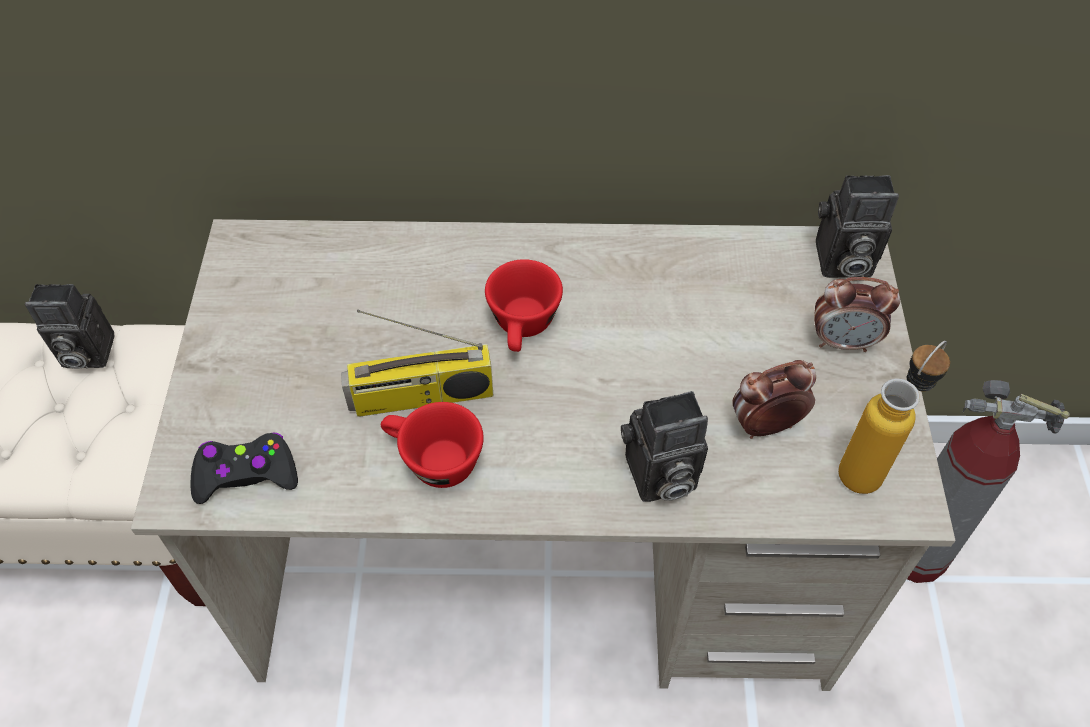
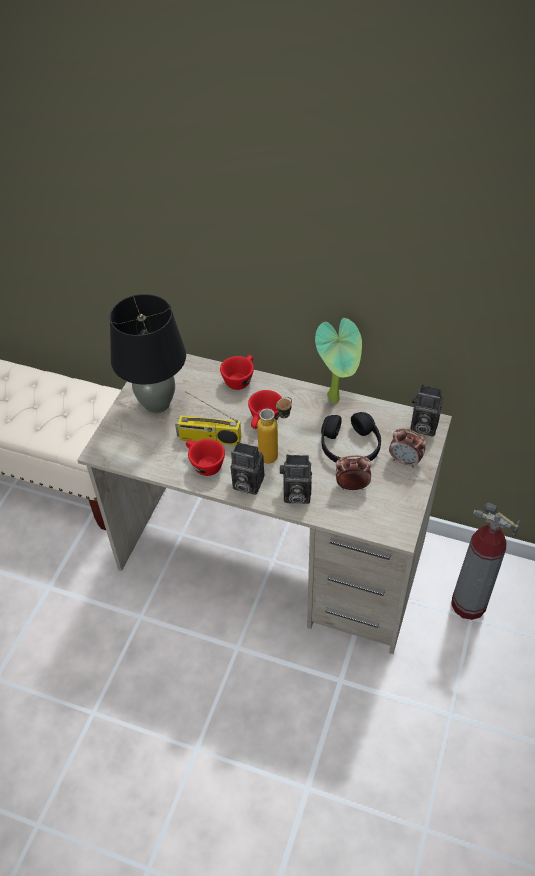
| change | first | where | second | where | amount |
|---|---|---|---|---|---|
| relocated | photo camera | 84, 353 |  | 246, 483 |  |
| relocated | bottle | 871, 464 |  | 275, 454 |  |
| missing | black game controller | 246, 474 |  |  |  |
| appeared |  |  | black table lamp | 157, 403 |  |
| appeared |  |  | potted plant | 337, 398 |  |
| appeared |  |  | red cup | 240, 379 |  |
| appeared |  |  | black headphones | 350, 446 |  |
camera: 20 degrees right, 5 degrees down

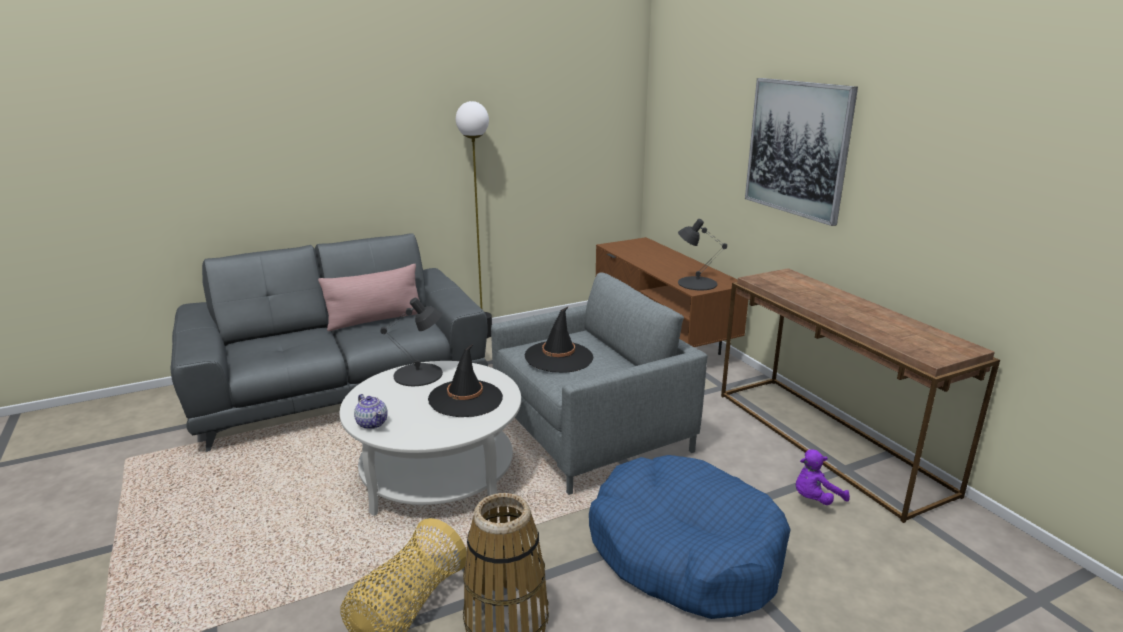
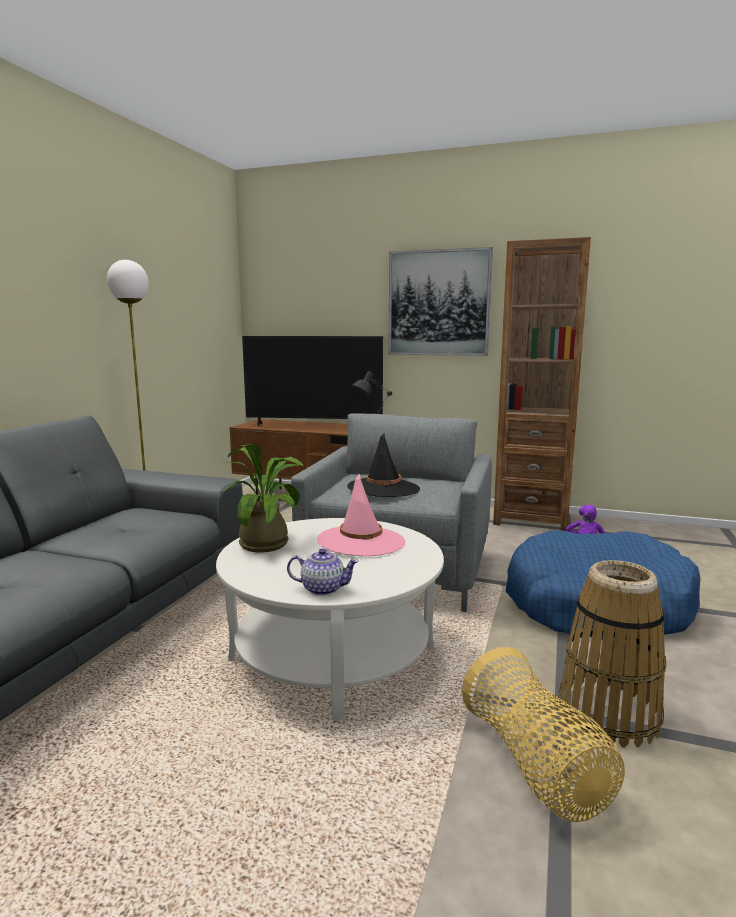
| change | first | where | second | where | amount |
|---|---|---|---|---|---|
| missing | pink pillow | 376, 320 |  |  |  |
| exchanged | brown console table | 830, 441 | brown bookcase | 531, 519 |  |
| exchanged | black table lamp | 419, 375 | potted plant | 268, 543 |  |
| colour | black hat | 465, 399 | pink hat | 361, 541 |  |
| appeared |  |  | television | 314, 425 |  |
camera: 45 degrees left, 10 degrees down

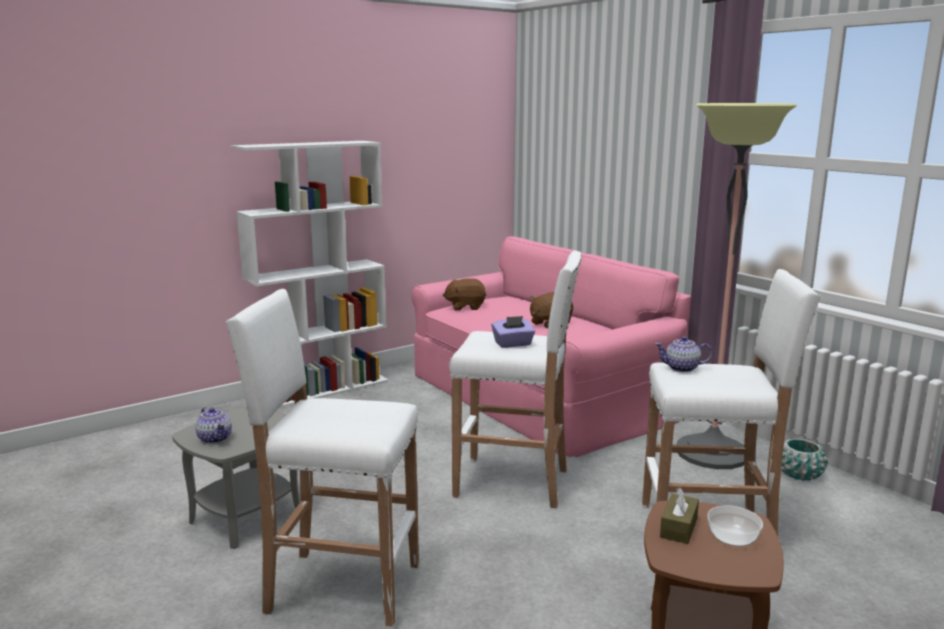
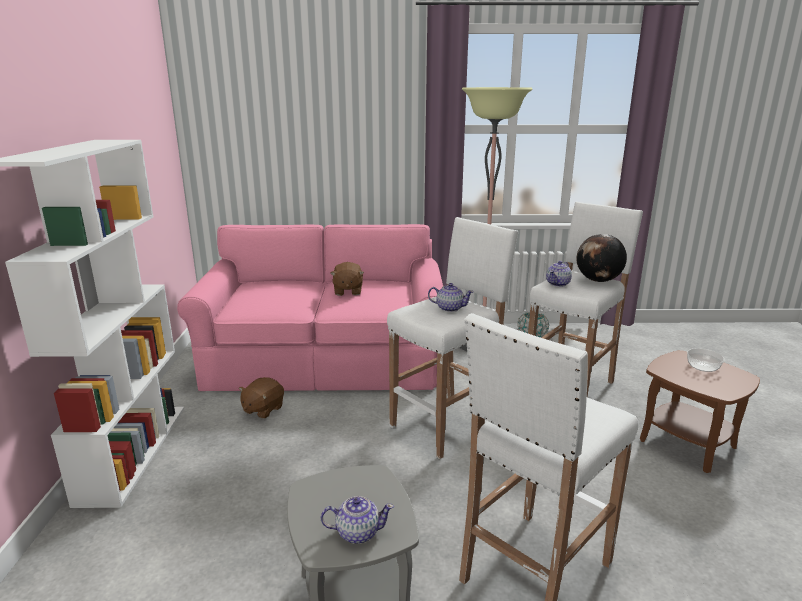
| change | first | where | second | where | amount |
|---|---|---|---|---|---|
| relocated | brown plush toy | 465, 307 |  | 262, 409 |  |
| exchanged | purple tissue box | 513, 344 | teapot | 449, 308 |  |
| missing | brown tissue box | 678, 528 |  |  |  |
| appeared |  |  | globe | 598, 280 |  |
camera: 55 degrees left, 5 degrees up

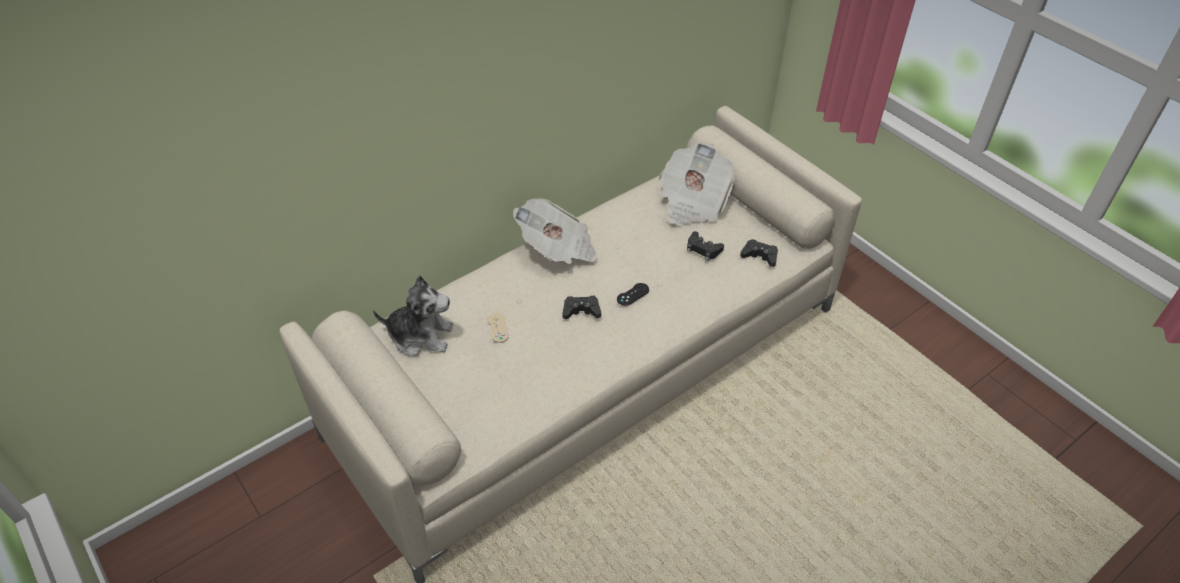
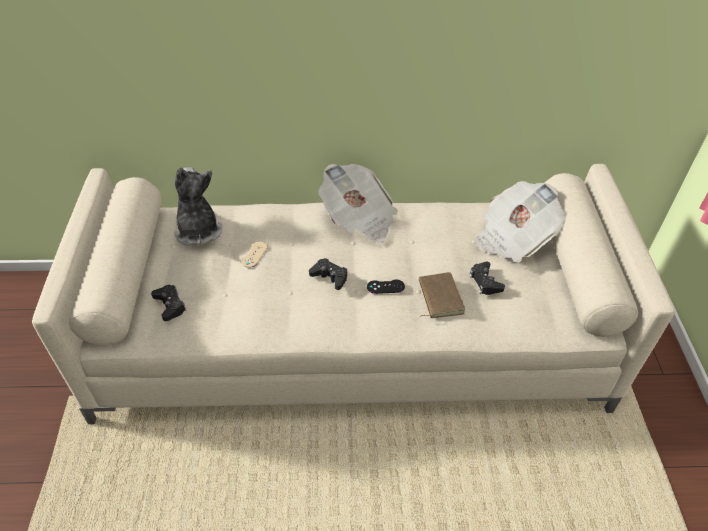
| change | first | where | second | where | amount |
|---|---|---|---|---|---|
| relocated | black game controller | 759, 256 |  | 170, 305 |  |
| spun | plush toy | 420, 335 |  | 198, 230 | 150 degrees counterclockwise |
| appeared |  |  | brown book | 438, 297 |  |
camera: 35 degrees right, 0 degrees up

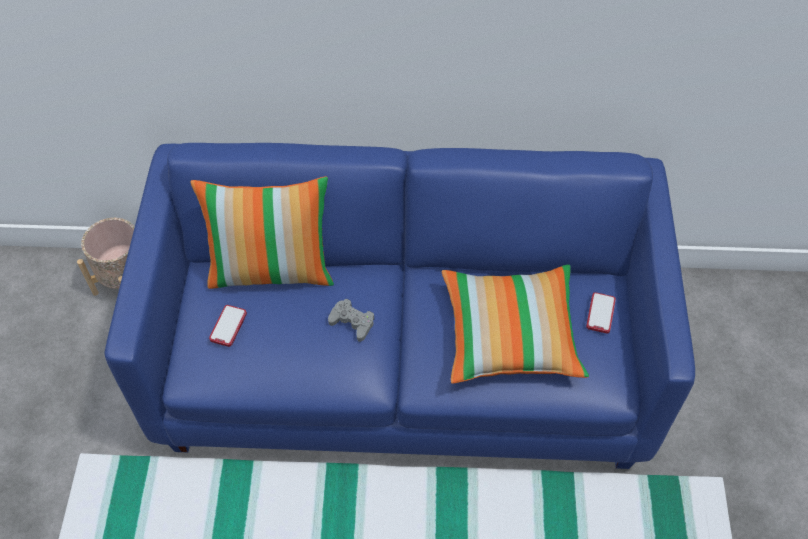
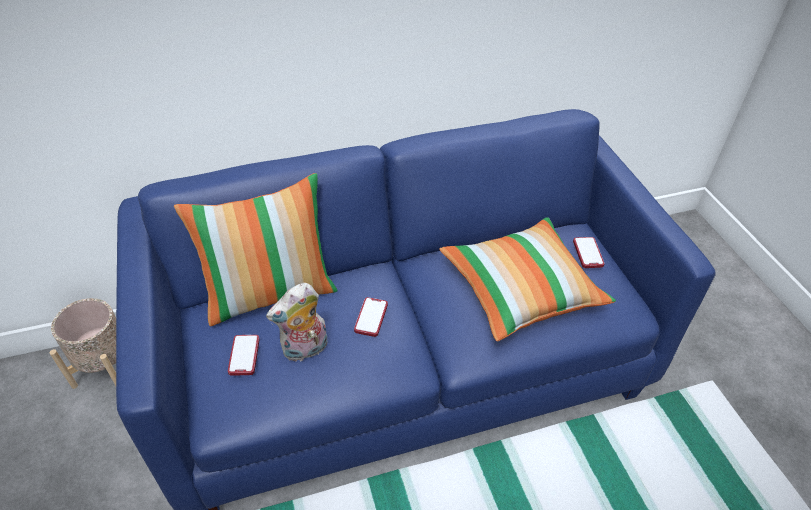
| change | first | where | second | where | amount |
|---|---|---|---|---|---|
| exchanged | grey game controller | 352, 322 | phone | 371, 317 |  |
| appeared |  |  | plush toy | 305, 350 |  |
camera: 20 degrees left, 10 degrees down

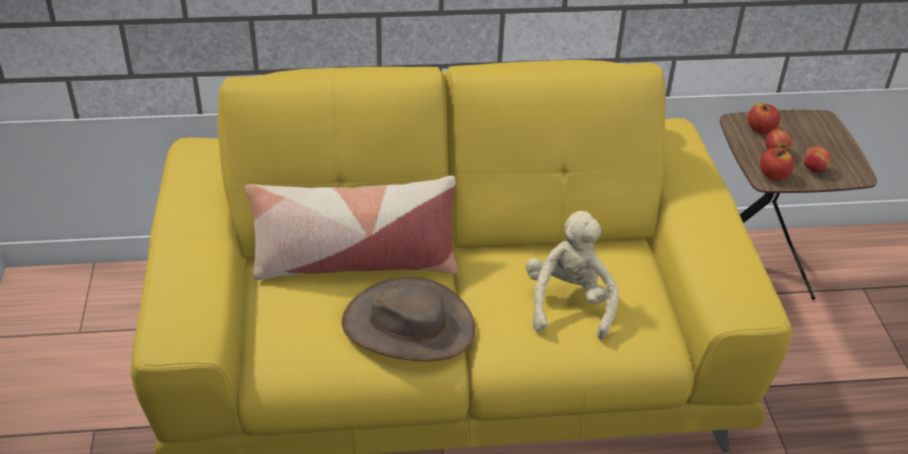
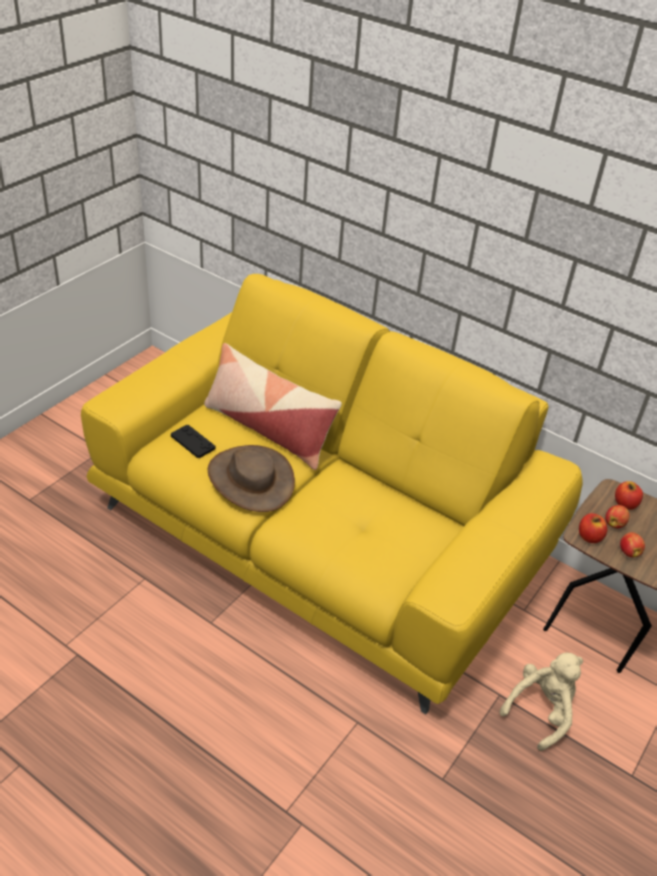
| change | first | where | second | where | amount |
|---|---|---|---|---|---|
| relocated | beige plush toy | 568, 303 |  | 541, 711 |  |
| appeared |  |  | black game controller | 193, 442 |  |
camera: 40 degrees right, 0 degrees up

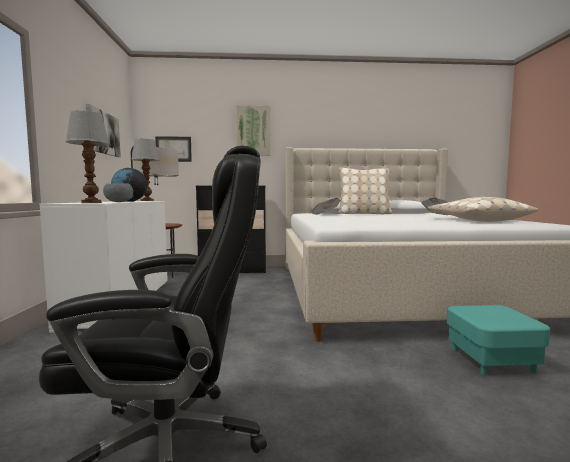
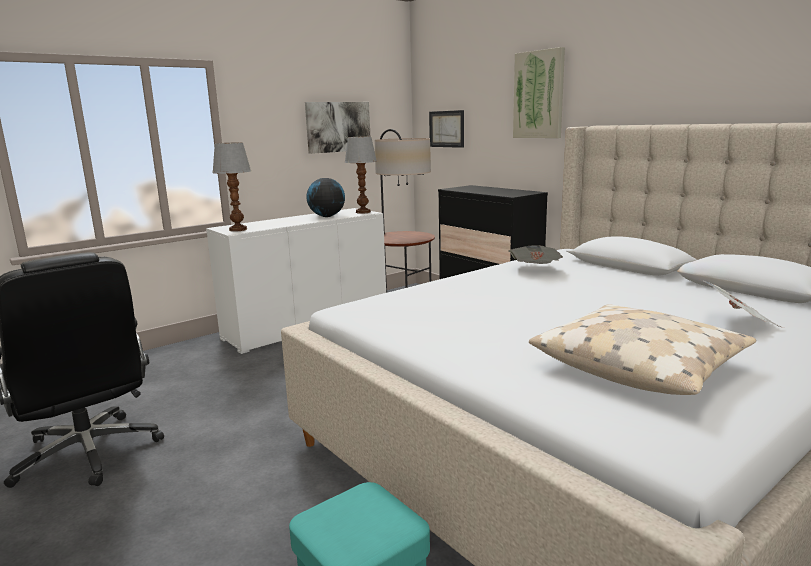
| change | first | where | second | where | amount |
|---|---|---|---|---|---|
| missing | beige pillow | 364, 213 |  |  |  |
| missing | grey bowl | 118, 202 |  |  |  |
camera: 55 degrees right, 10 degrees up

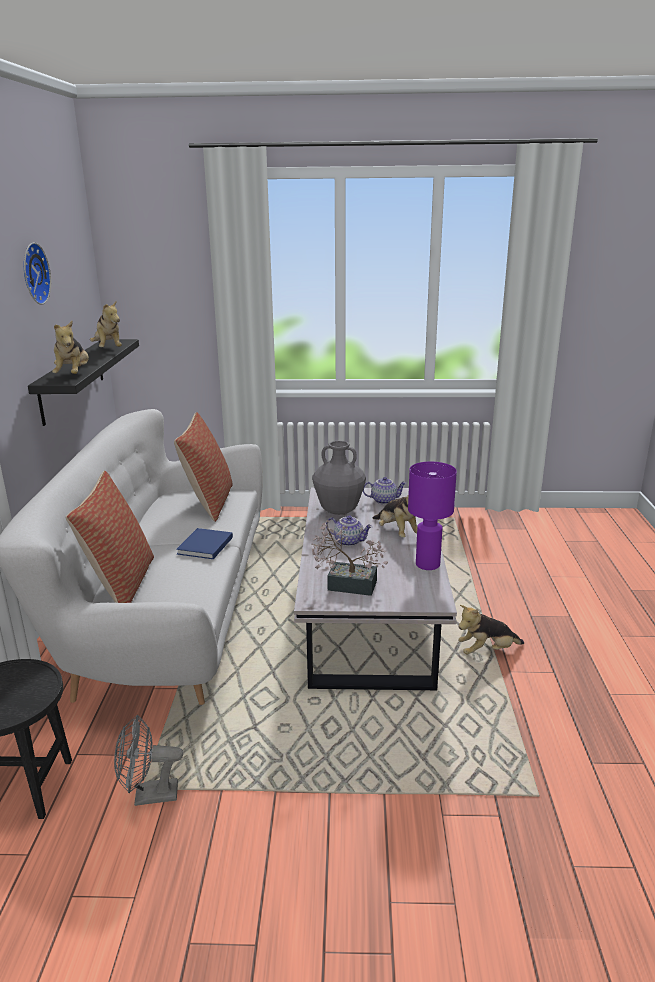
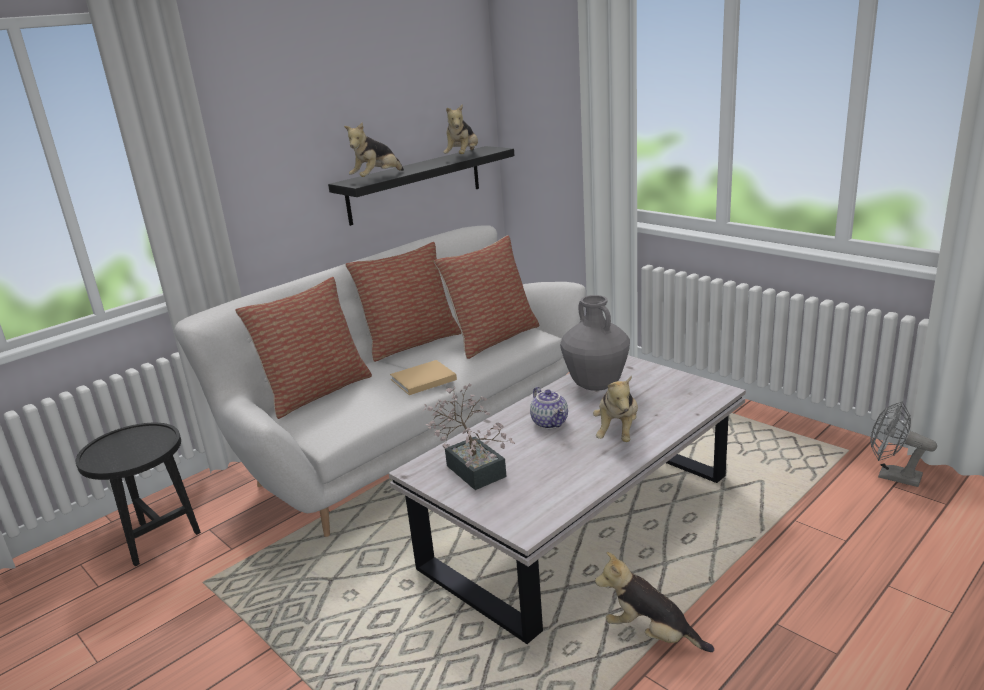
| change | first | where | second | where | amount |
|---|---|---|---|---|---|
| missing | wall clock | 32, 273 |  |  |  |
| missing | purple table lamp | 427, 564 |  |  |  |
| missing | teapot | 384, 500 |  |  |  |
| colour | blue book | 204, 546 | beige book | 421, 380 |  |
| relocated | grey fan | 149, 796 |  | 892, 476 |  |
| appeared |  |  | pillow | 411, 343 |  |
camera: 45 degrees right, 0 degrees up

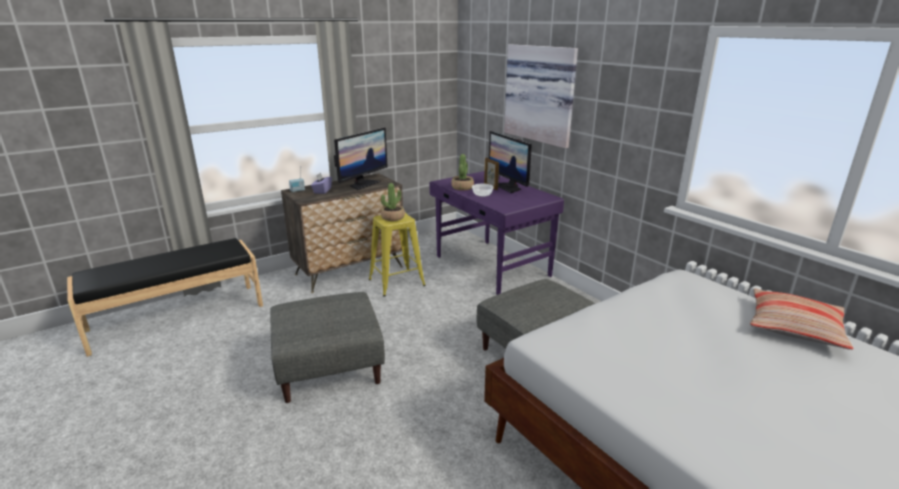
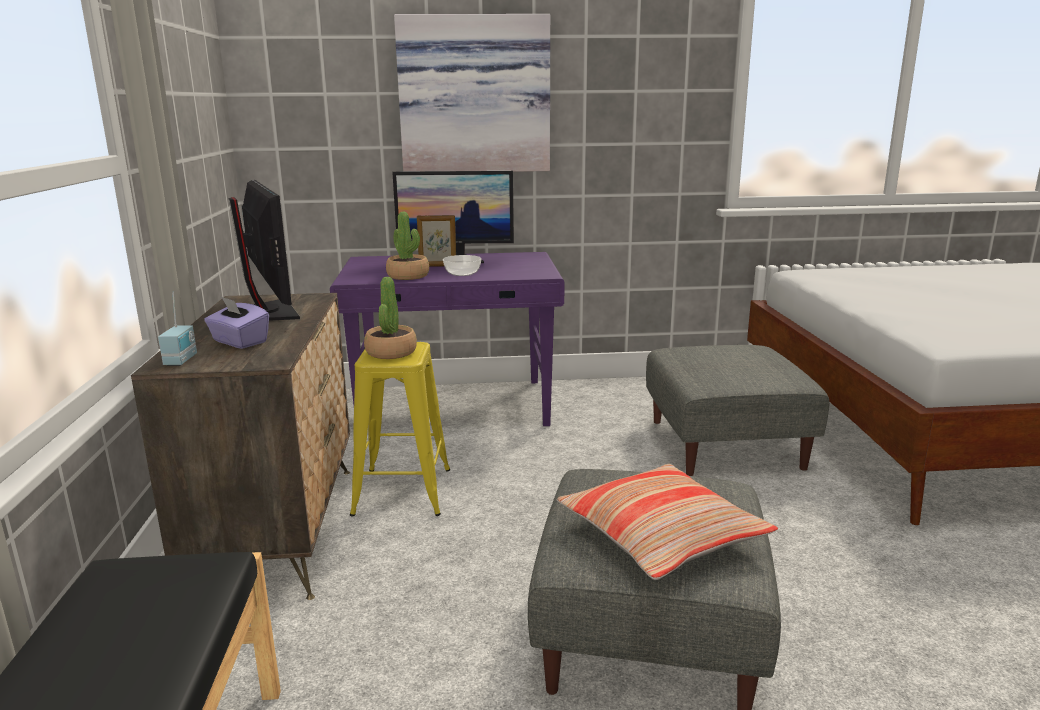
| change | first | where | second | where | amount |
|---|---|---|---|---|---|
| relocated | pillow | 794, 327 |  | 661, 535 |  |
camera: 60 degrees left, 5 degrees down

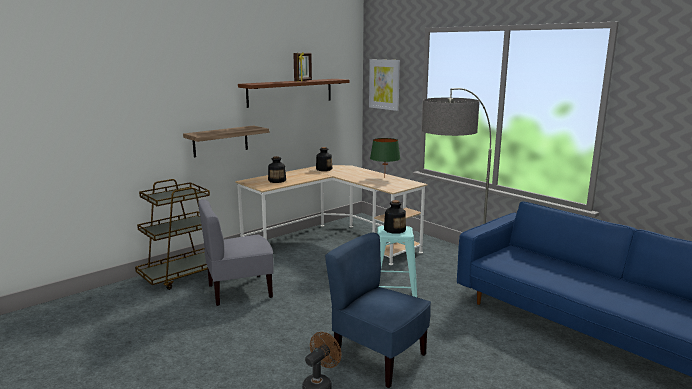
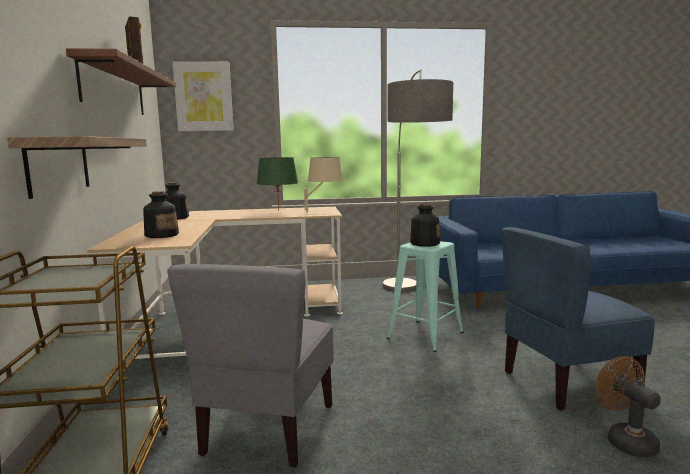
| change | first | where | second | where | amount |
|---|---|---|---|---|---|
| appeared |  |  | beige table lamp | 323, 212 |  |
camera: 55 degrees left, 5 degrees down

